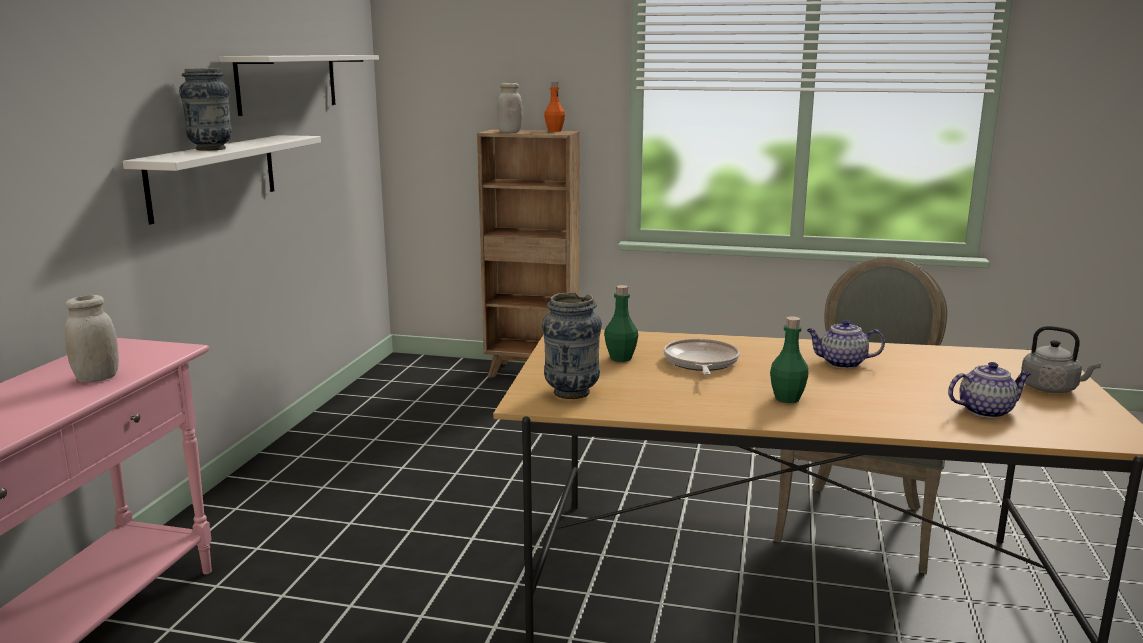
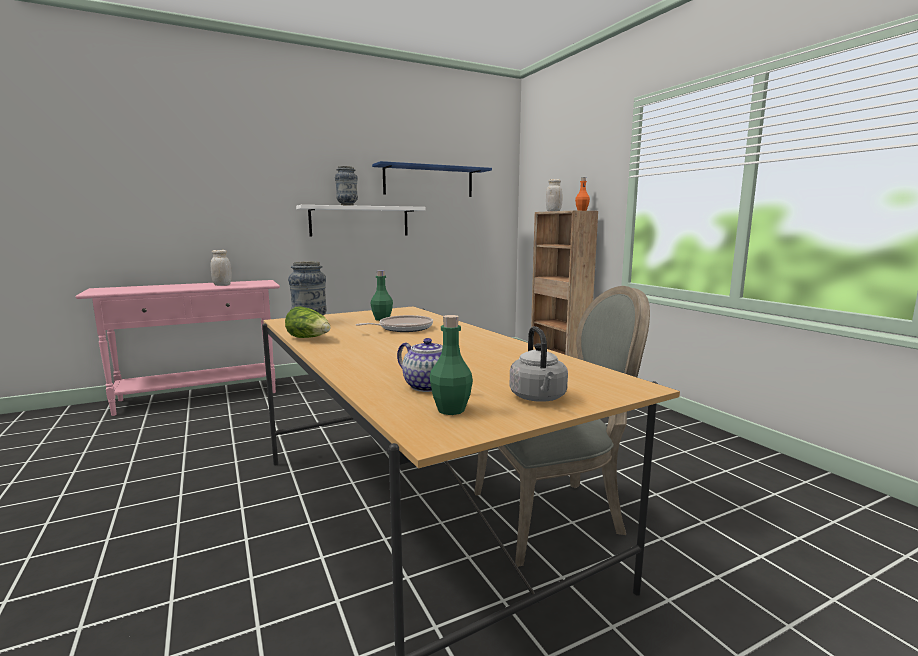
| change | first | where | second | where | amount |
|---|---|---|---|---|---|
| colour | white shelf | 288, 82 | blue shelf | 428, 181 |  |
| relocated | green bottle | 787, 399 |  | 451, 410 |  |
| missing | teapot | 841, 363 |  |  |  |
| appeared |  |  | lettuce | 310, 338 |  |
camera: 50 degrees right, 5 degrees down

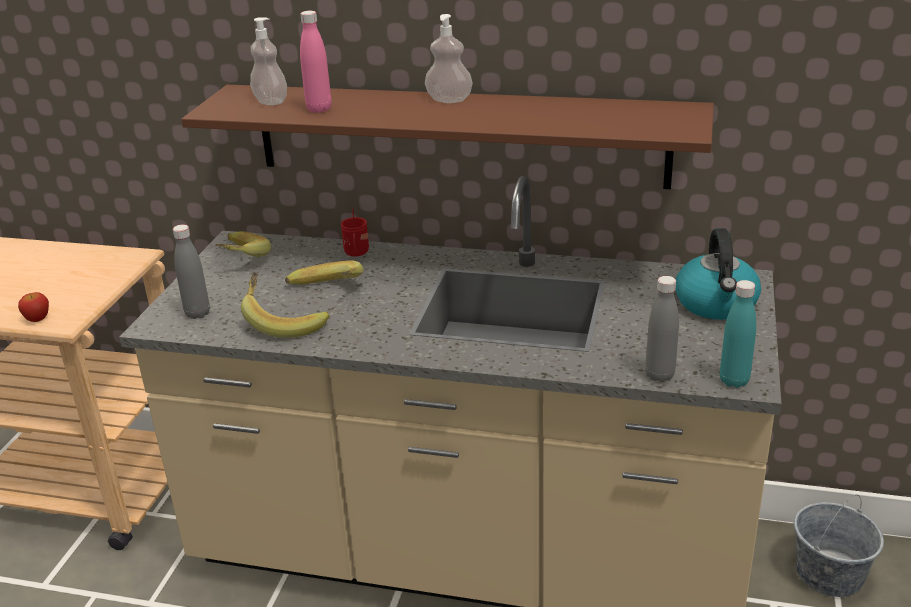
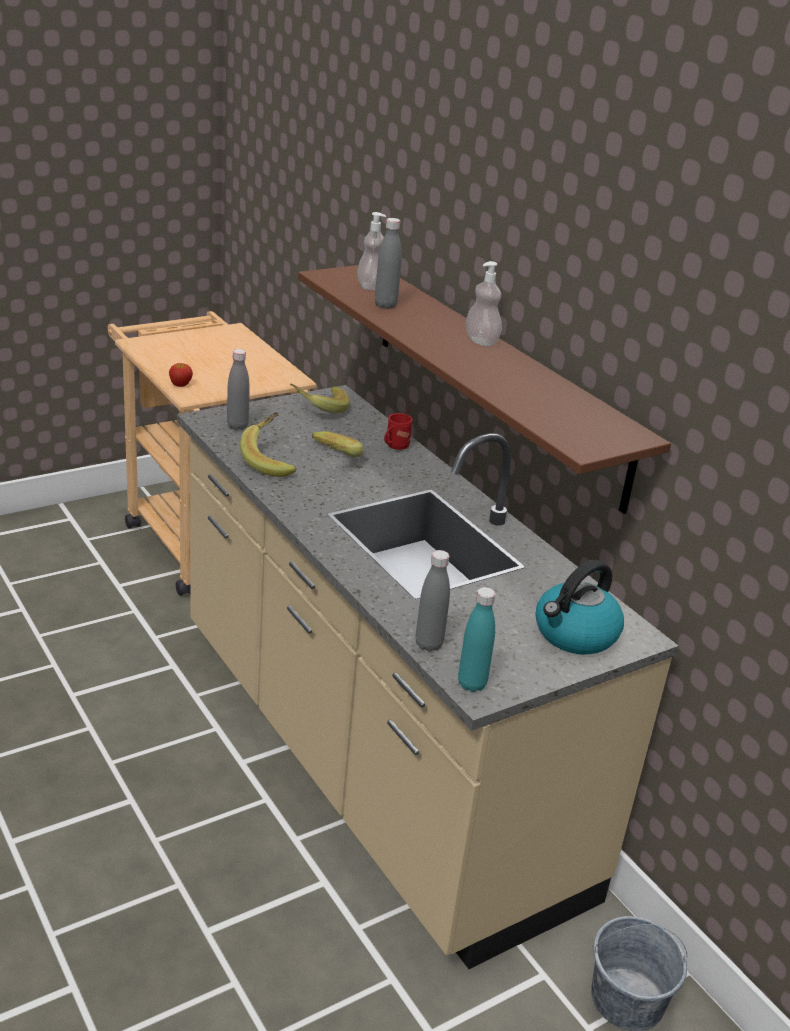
| change | first | where | second | where | amount |
|---|---|---|---|---|---|
| colour | pink bottle | 319, 109 | grey bottle | 385, 305 |  |
camera: 40 degrees right, 0 degrees up

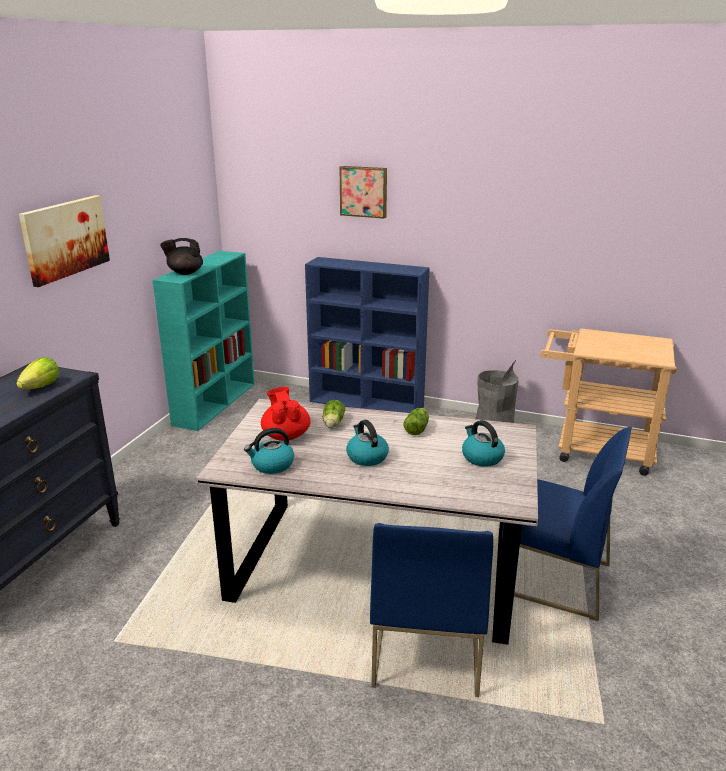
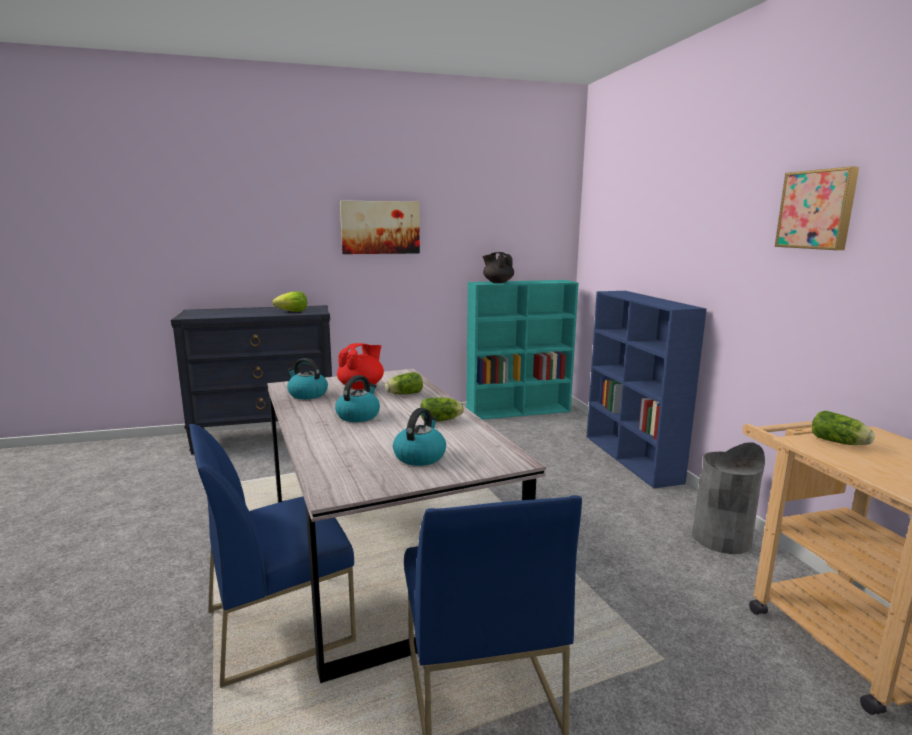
| change | first | where | second | where | amount |
|---|---|---|---|---|---|
| relocated | picture | 364, 191 |  | 817, 209 |  |
| appeared |  |  | lettuce | 840, 443 |  |
camera: 55 degrees right, 10 degrees down

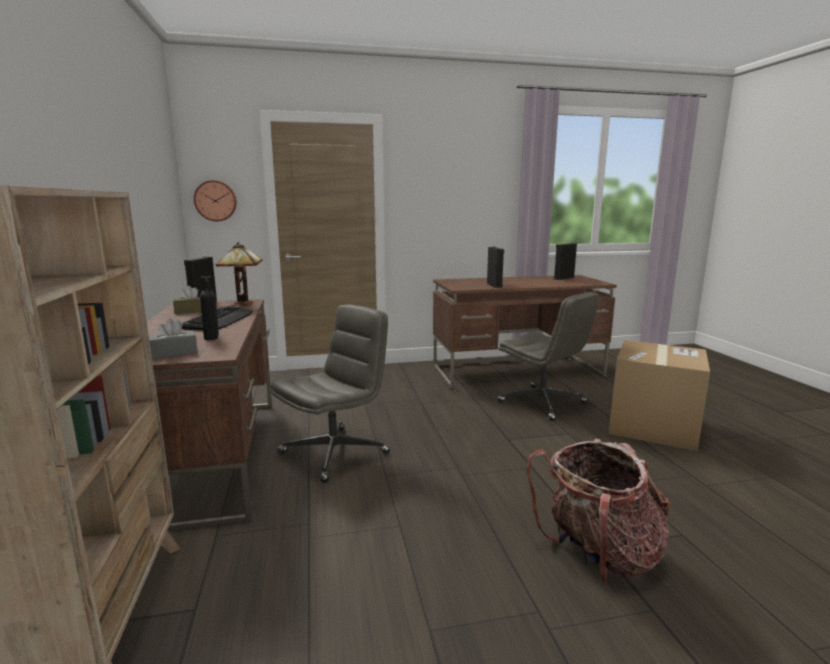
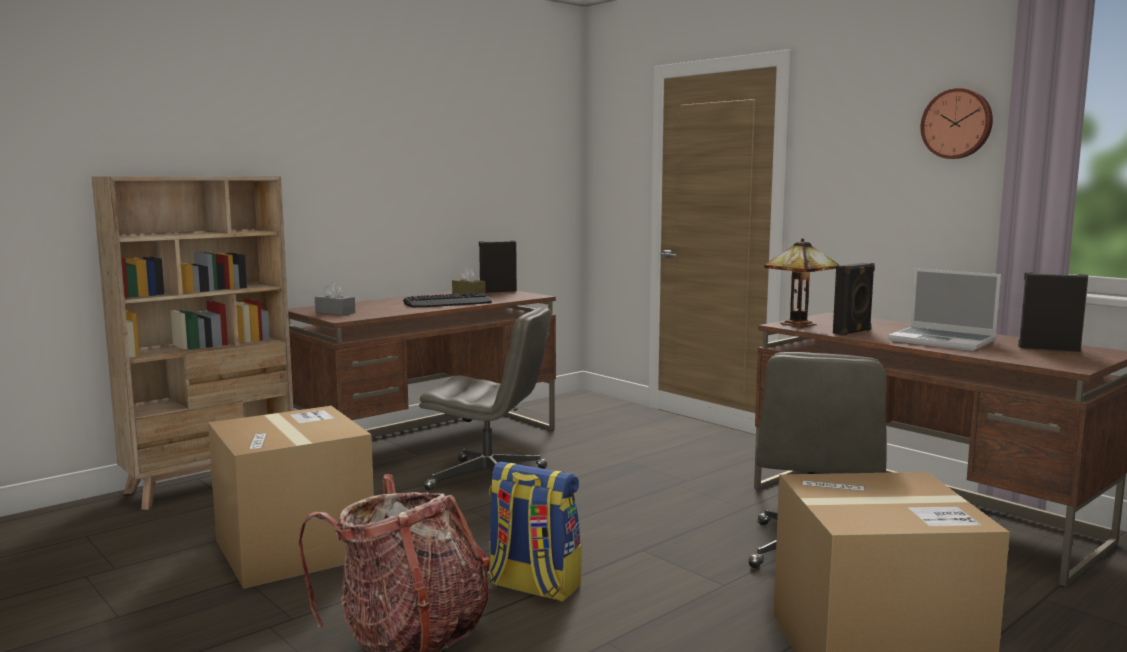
| change | first | where | second | where | amount |
|---|---|---|---|---|---|
| relocated | wall clock | 215, 201 |  | 957, 124 |  |
| relocated | table lamp | 244, 304 |  | 801, 325 |  |
| missing | black bottle | 211, 337 |  |  |  |
| appeared |  |  | laptop | 943, 341 |  |
| appeared |  |  | cardboard box | 294, 548 |  |
| appeared |  |  | backpack | 532, 586 |  |
camera: 60 degrees right, 5 degrees down

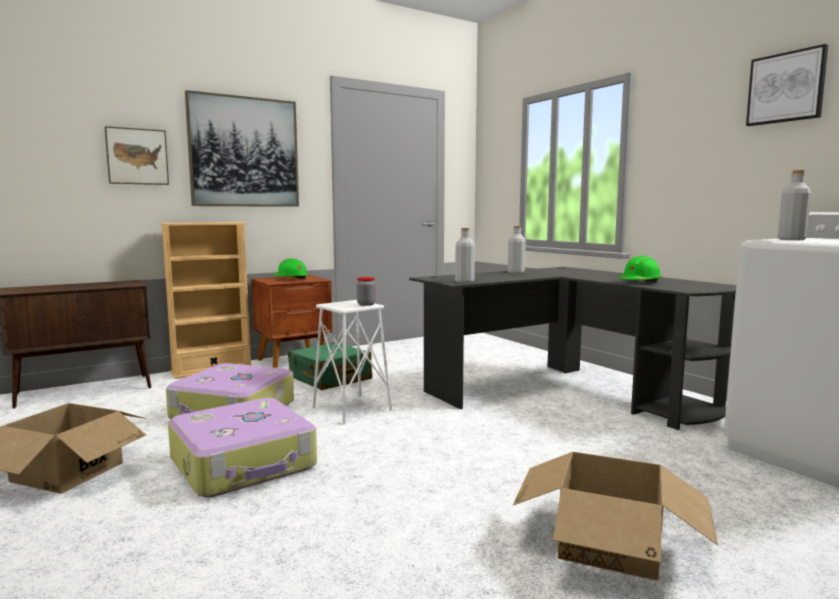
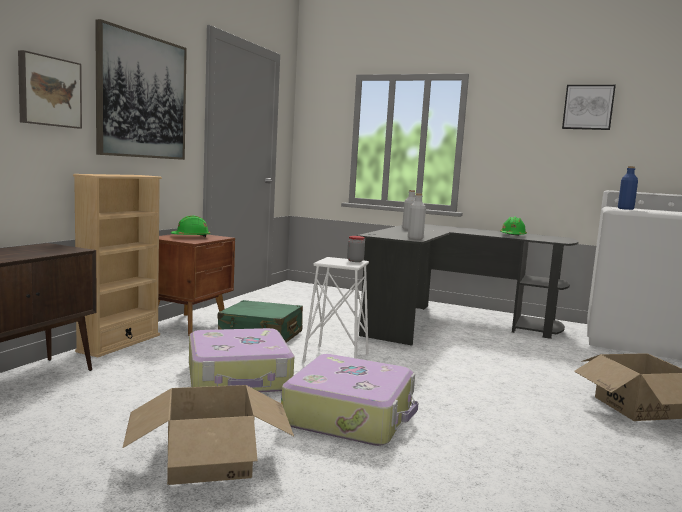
| change | first | where | second | where | amount |
|---|---|---|---|---|---|
| colour | grey bottle | 791, 239 | blue bottle | 625, 209 |  |
camera: 35 degrees left, 0 degrees up

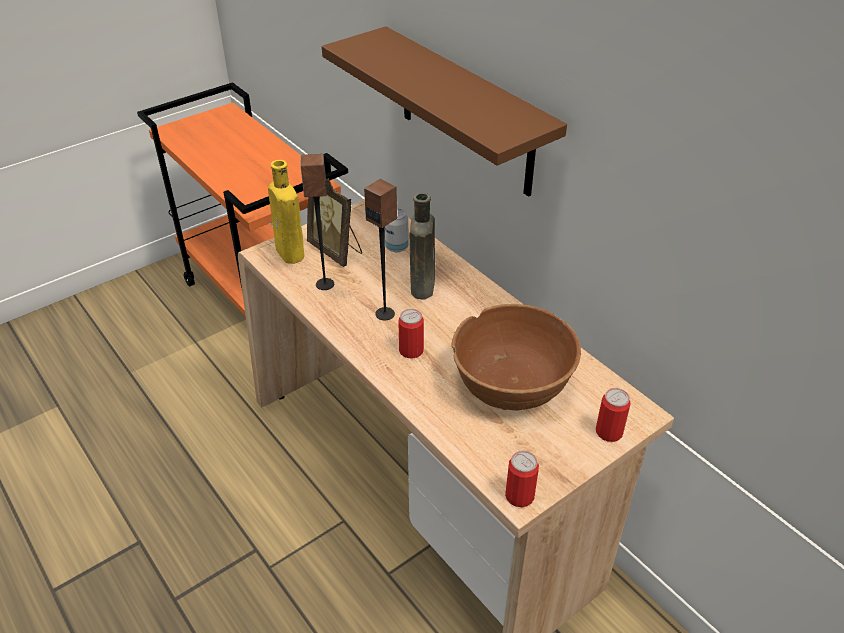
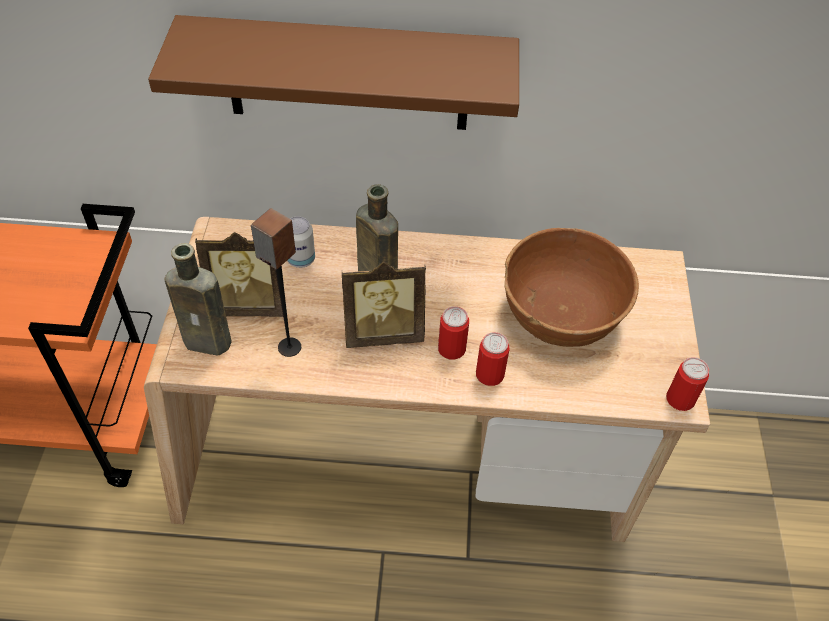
| change | first | where | second | where | amount |
|---|---|---|---|---|---|
| colour | yellow bottle | 291, 254 | brown bottle | 211, 342 |  |
| exchanged | speaker | 385, 313 | picture frame | 383, 332 |  |
| relocated | can | 609, 432 |  | 489, 374 |  |
camera: 50 degrees left, 10 degrees up

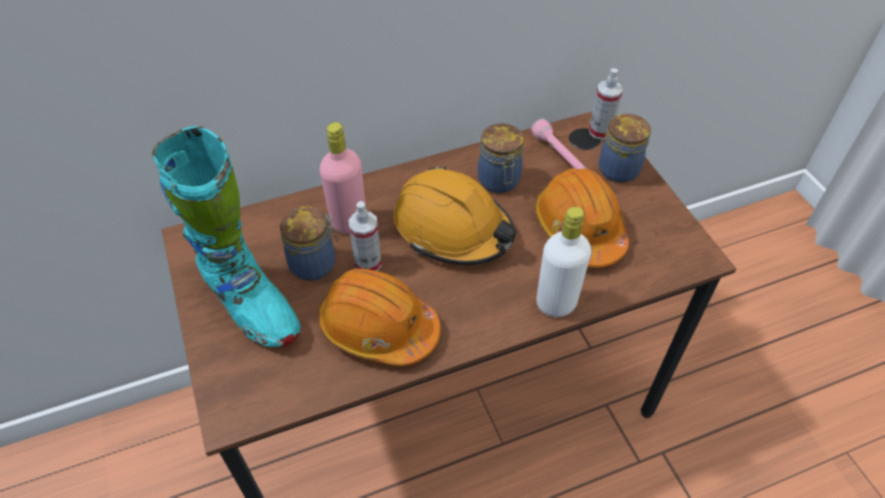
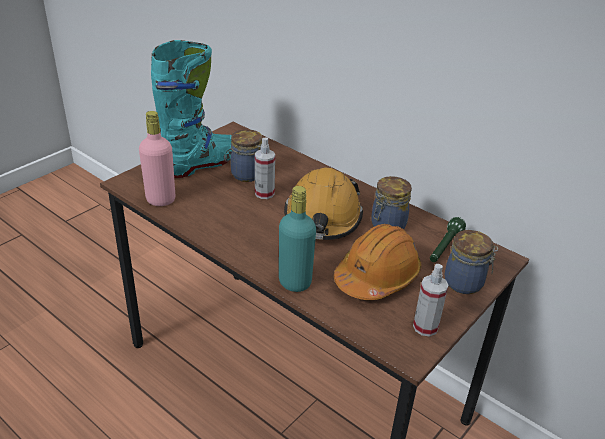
| change | first | where | second | where | amount |
|---|---|---|---|---|---|
| relocated | spray bottle | 600, 131 |  | 425, 327 |  |
| colour | pink flashlight | 559, 156 | green flashlight | 444, 247 |  |
| relocated | pink bottle | 348, 221 |  | 161, 200 |  |
| spun | turquoise boot | 250, 305 |  | 201, 164 | 150 degrees counterclockwise |
| colour | white bottle | 556, 303 | turquoise bottle | 295, 282 |  |
| missing | orange hard hat | 378, 328 |  |  |  |
camera: 60 degrees right, 15 degrees down

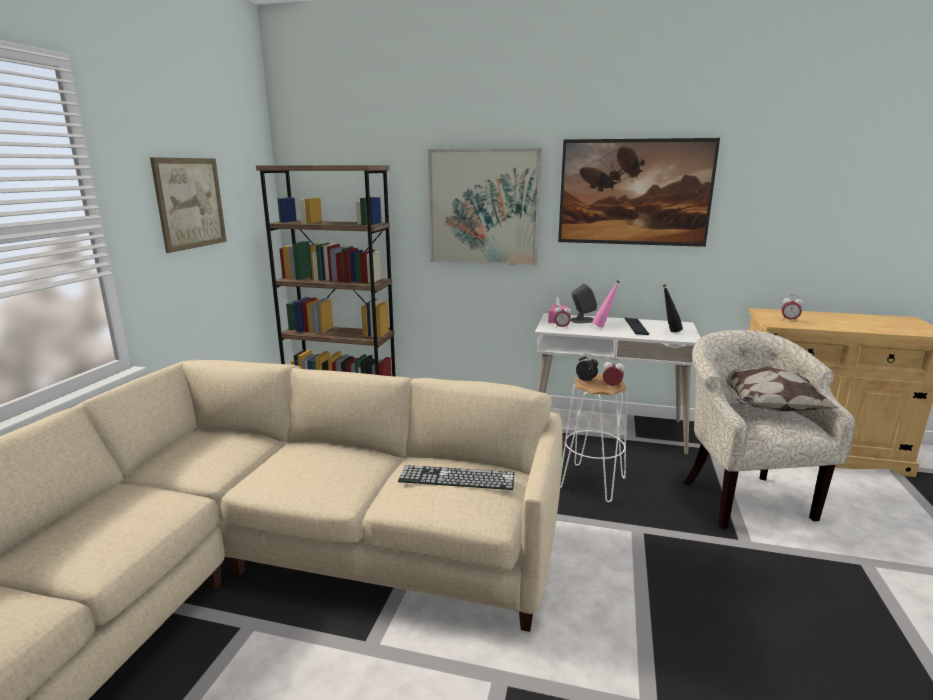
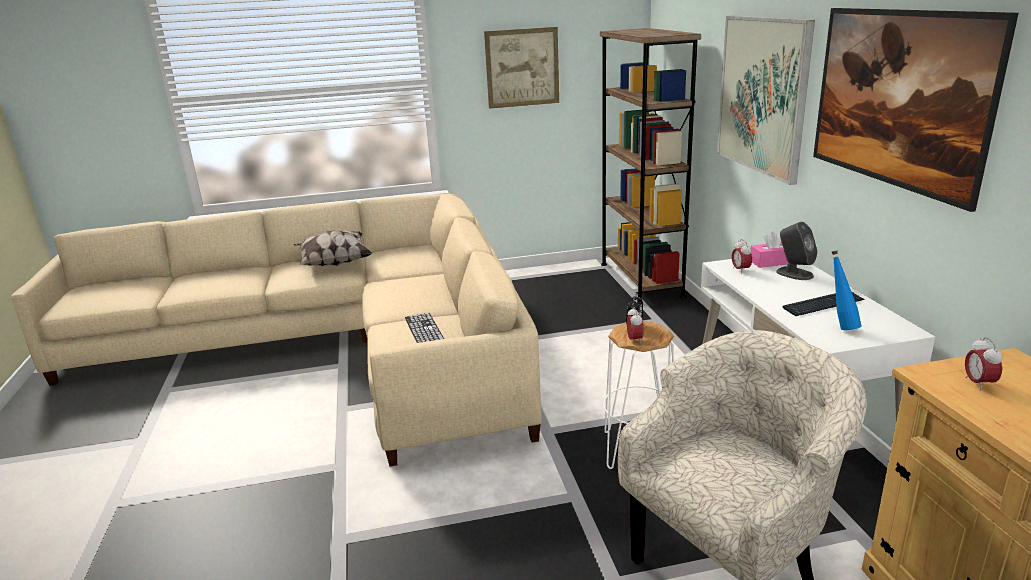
| change | first | where | second | where | amount |
|---|---|---|---|---|---|
| missing | pink bottle | 604, 327 |  |  |  |
| colour | black bottle | 669, 331 | blue bottle | 840, 326 |  |
| relocated | pillow | 768, 408 |  | 334, 263 |  |
camera: 65 degrees right, 5 degrees up

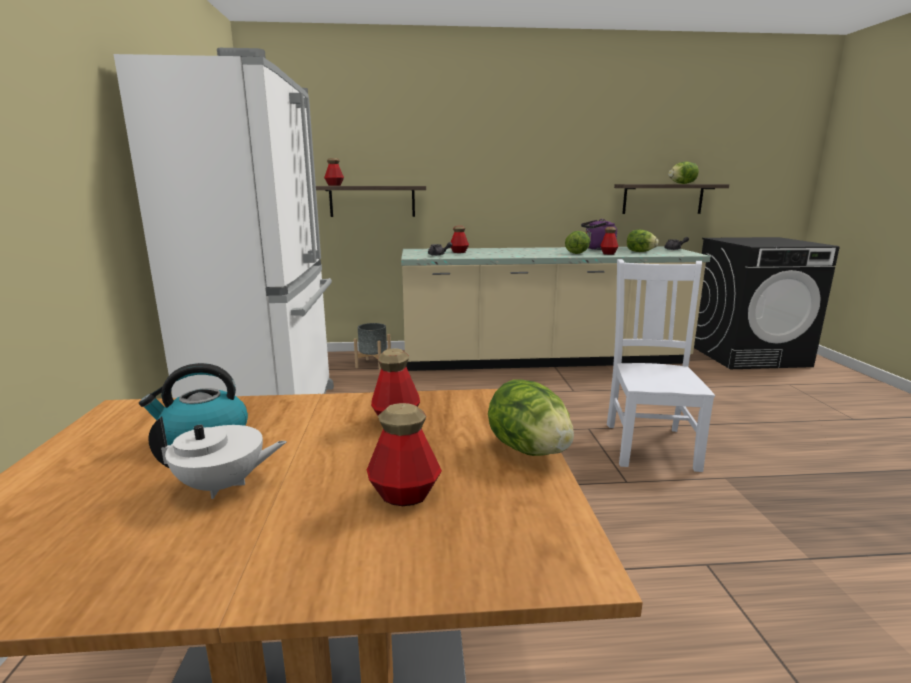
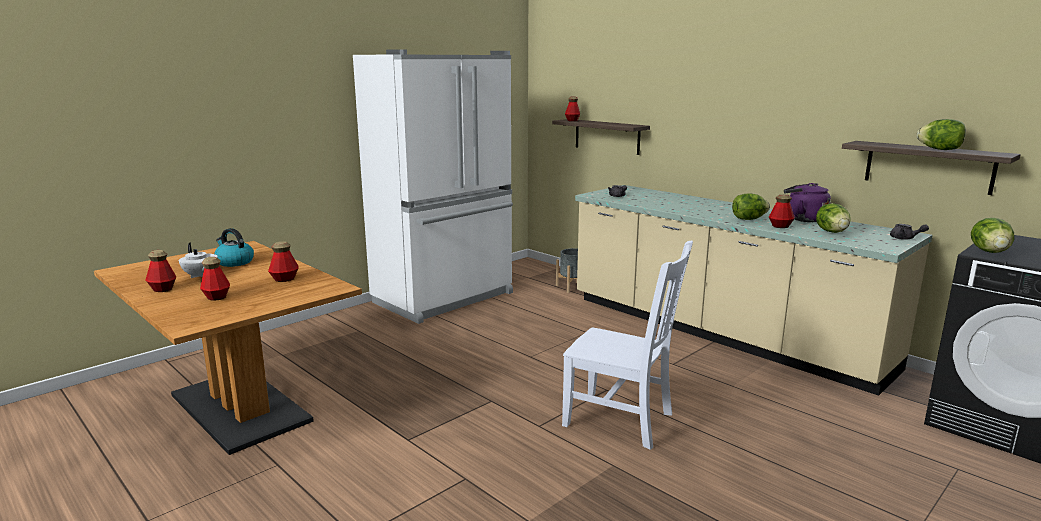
| change | first | where | second | where | amount |
|---|---|---|---|---|---|
| relocated | bottle | 459, 252 |  | 162, 289 |  |
| spun | white chair | 650, 444 |  | 622, 420 | 60 degrees clockwise |
| relocated | lettuce | 529, 450 |  | 990, 252 |  |
camera: 50 degrees right, 0 degrees up

